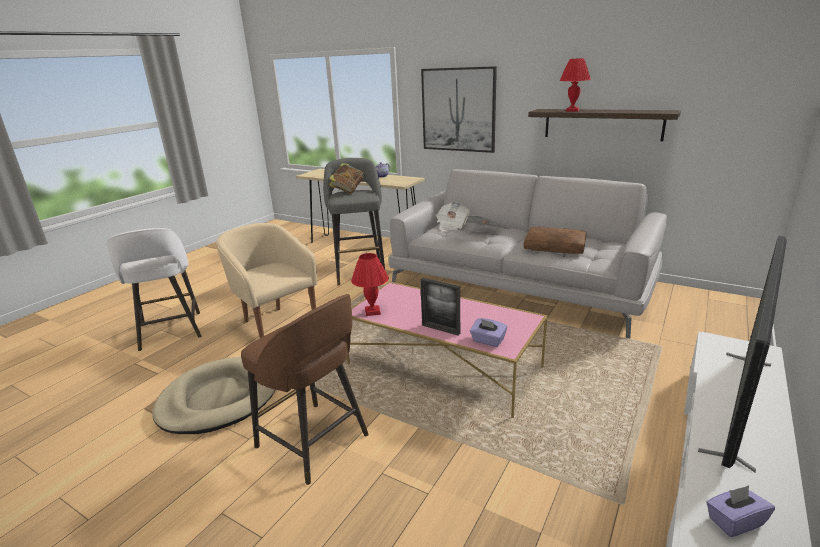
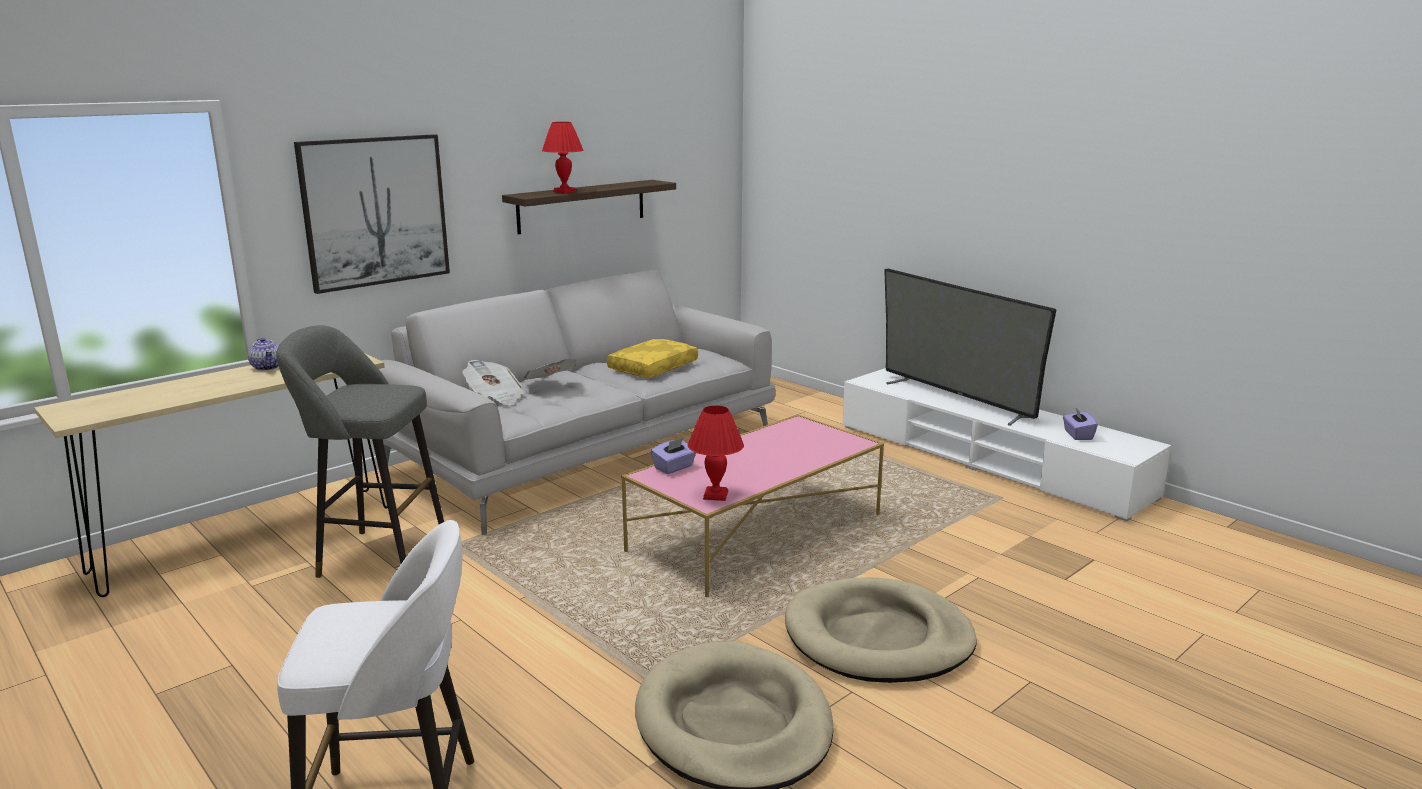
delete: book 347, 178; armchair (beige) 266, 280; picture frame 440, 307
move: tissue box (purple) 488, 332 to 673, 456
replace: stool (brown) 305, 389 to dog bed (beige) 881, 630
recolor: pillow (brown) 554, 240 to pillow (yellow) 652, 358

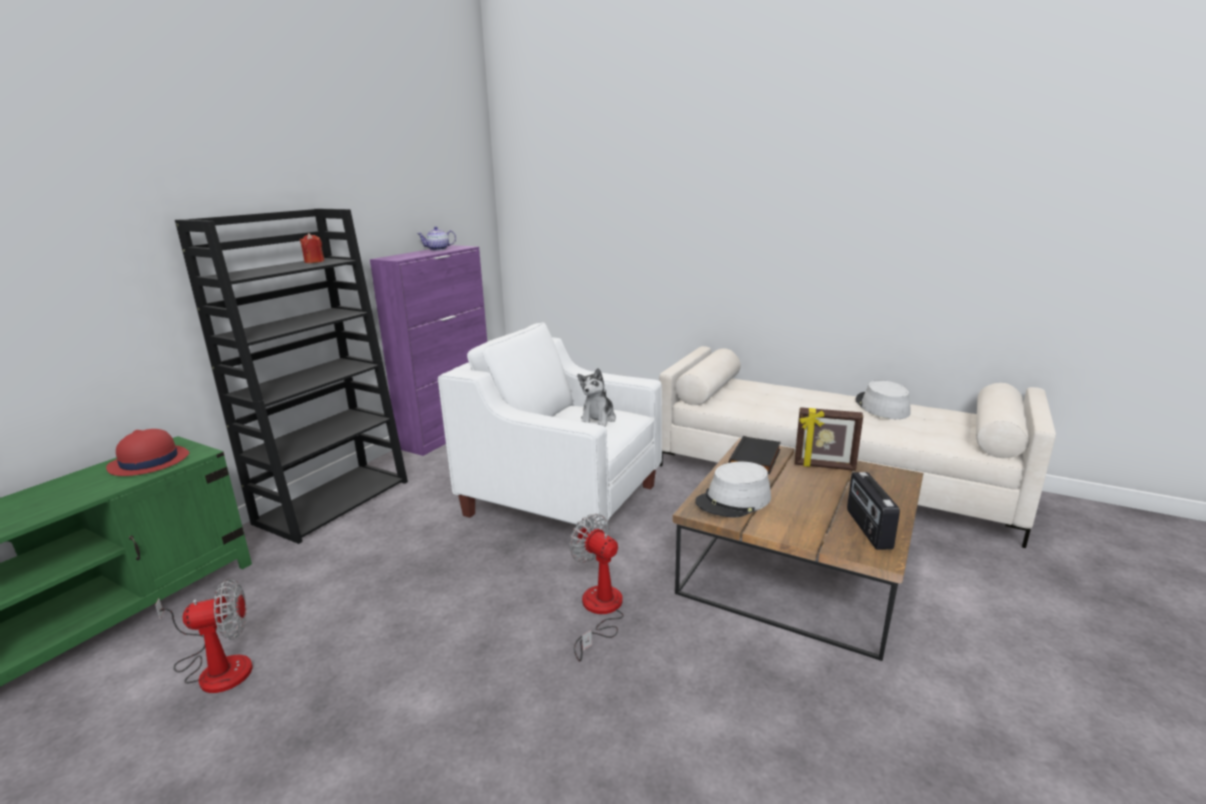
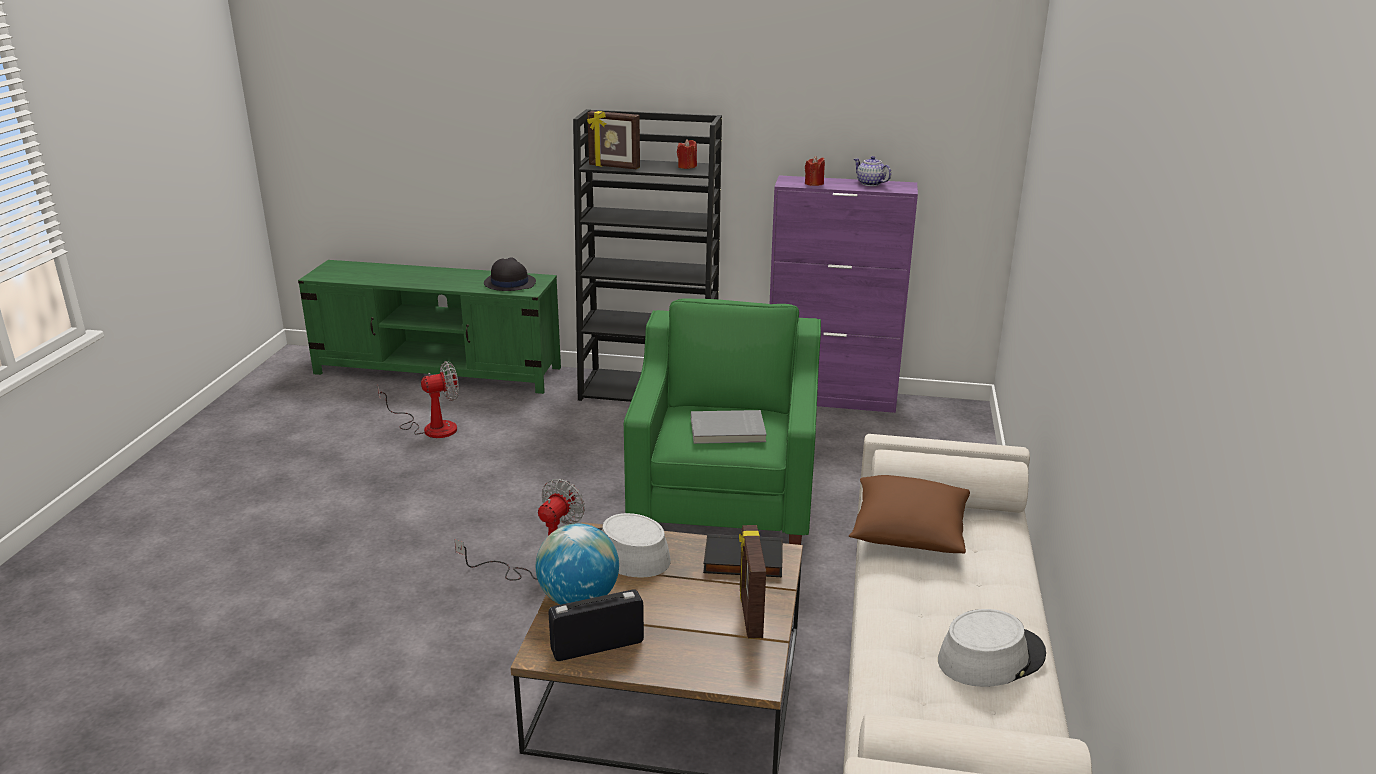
insert: picture frame 613, 140; candle (red) 815, 171; pillow (brown) 909, 514; globe 577, 564
replace: plush toy 597, 397 to book (grey) 729, 427
recolor: armchair (white) 550, 426 to armchair (green) 722, 421; hat (red) 147, 452 to hat (black) 510, 274
rotate: fan 204, 636 = 418, 399 75 degrees counterclockwise

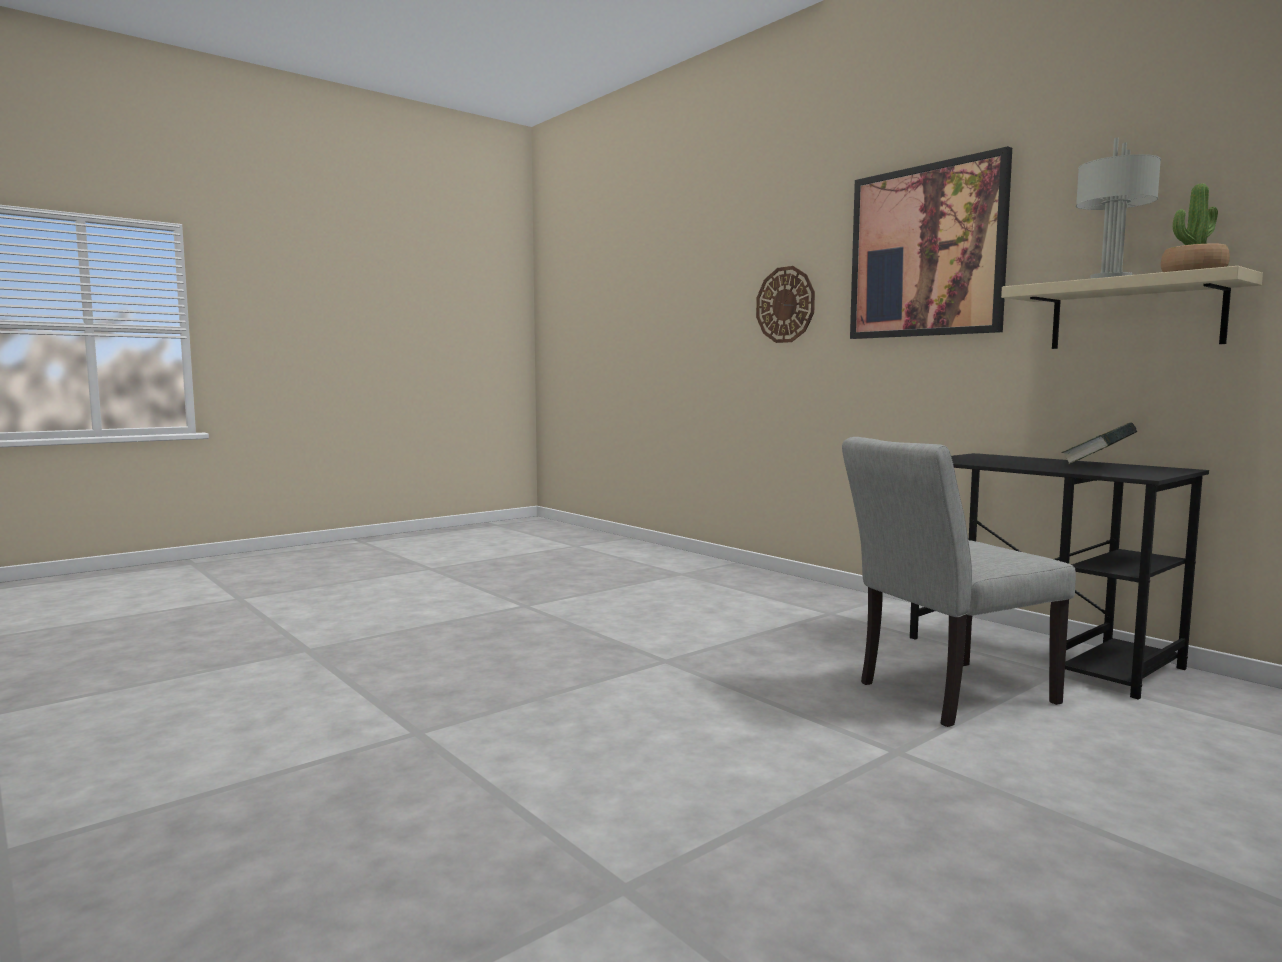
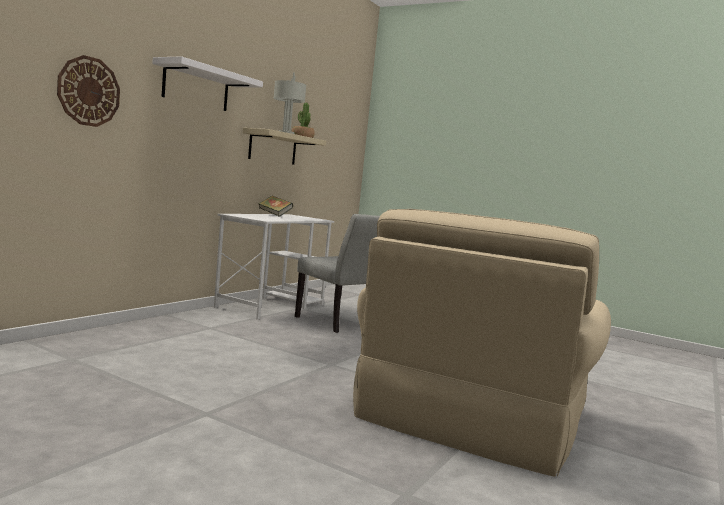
insert: armchair (beige) 482, 343
replace: picture 931, 242 to shelf (white) 207, 83
recolor: desk (black) 1059, 576 to desk (white) 274, 267

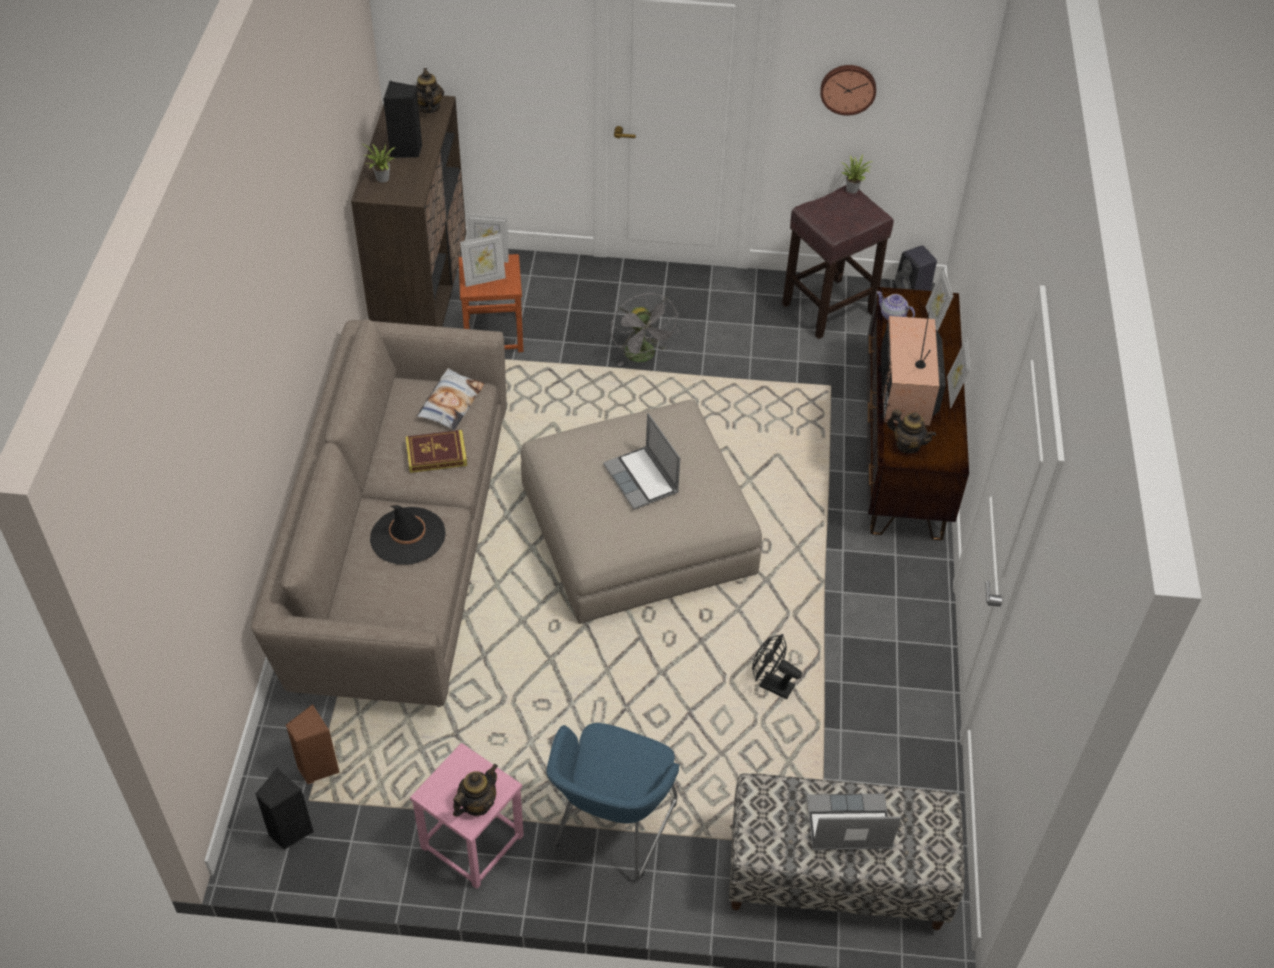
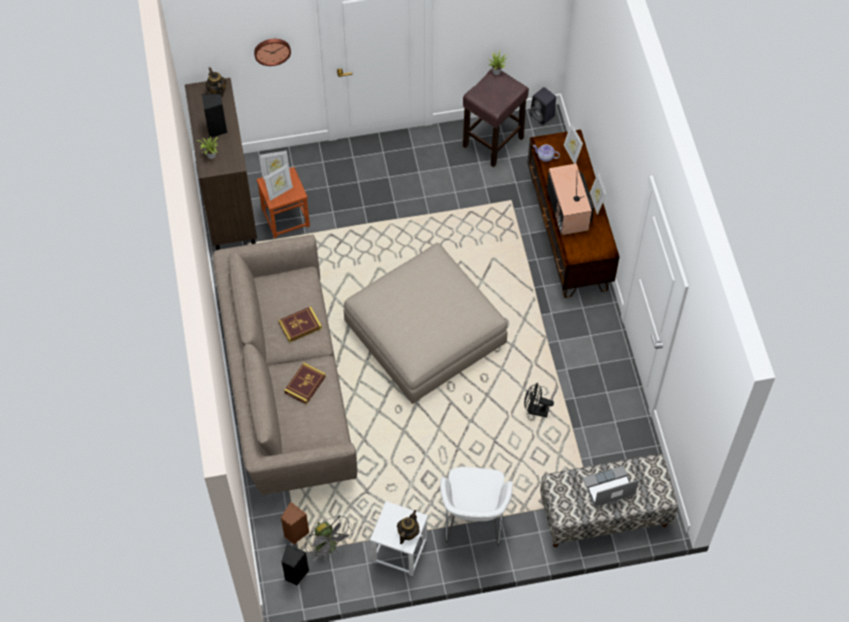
delete: pillow 450, 399; teapot 911, 431; laptop 641, 461
move: wall clock 848, 90 to 272, 52; fan (grey) 644, 329 to 329, 538
replace: hat (black) 408, 535 to book 305, 384
recolor: armchair (blue) 613, 801 to armchair (white) 476, 506; stool (pink) 467, 816 to stool (white) 399, 538

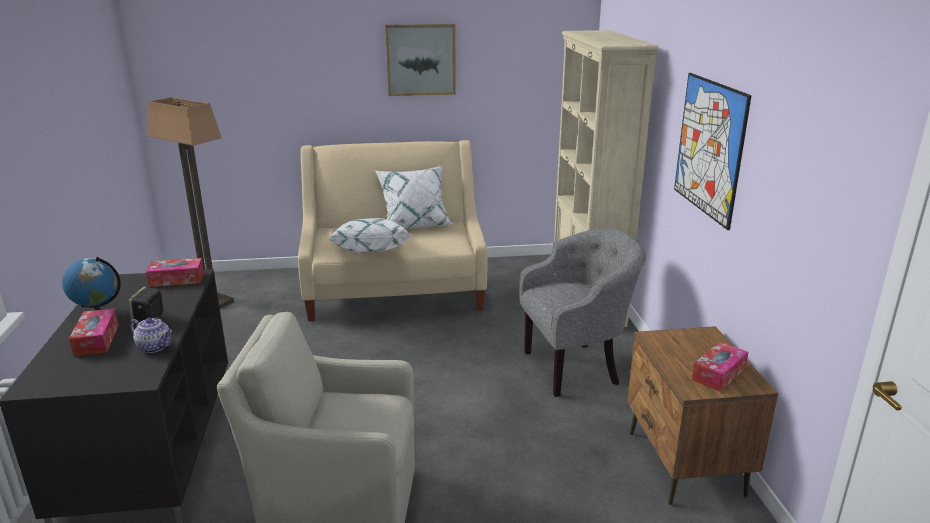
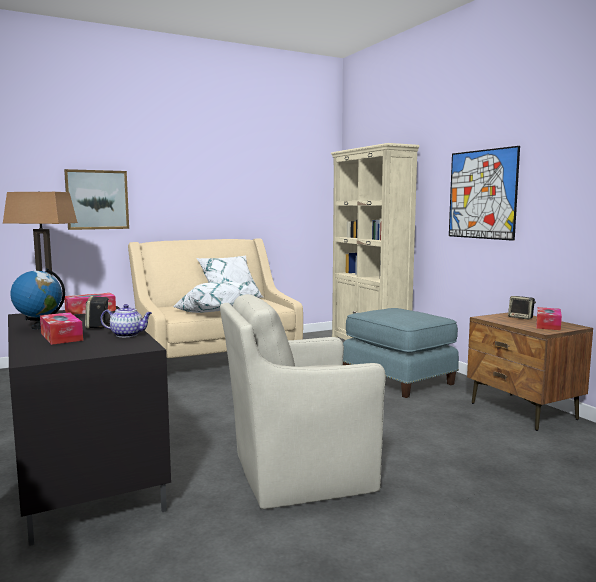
insert: speaker 522, 307
move: picture 420, 60 to 96, 199
replace: armchair (grey) 582, 312 to ottoman (blue) 401, 353

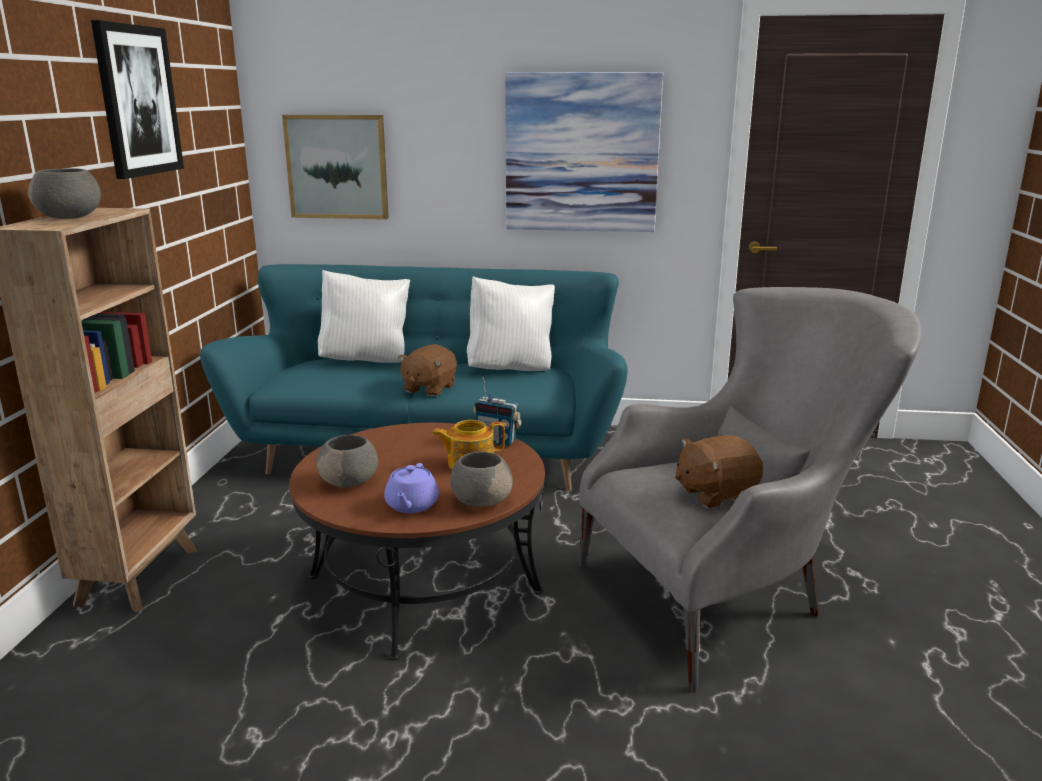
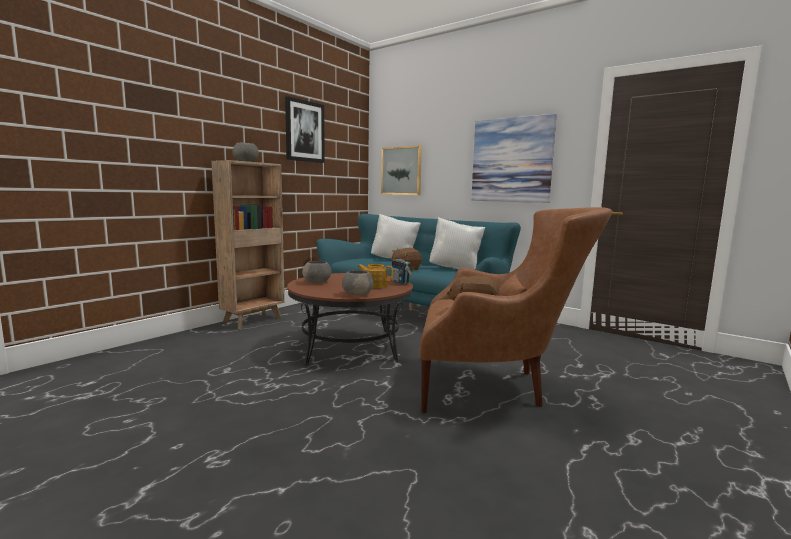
delete: teapot (purple) 411, 488
recolor: armchair (grey) 750, 490 to armchair (brown) 516, 310

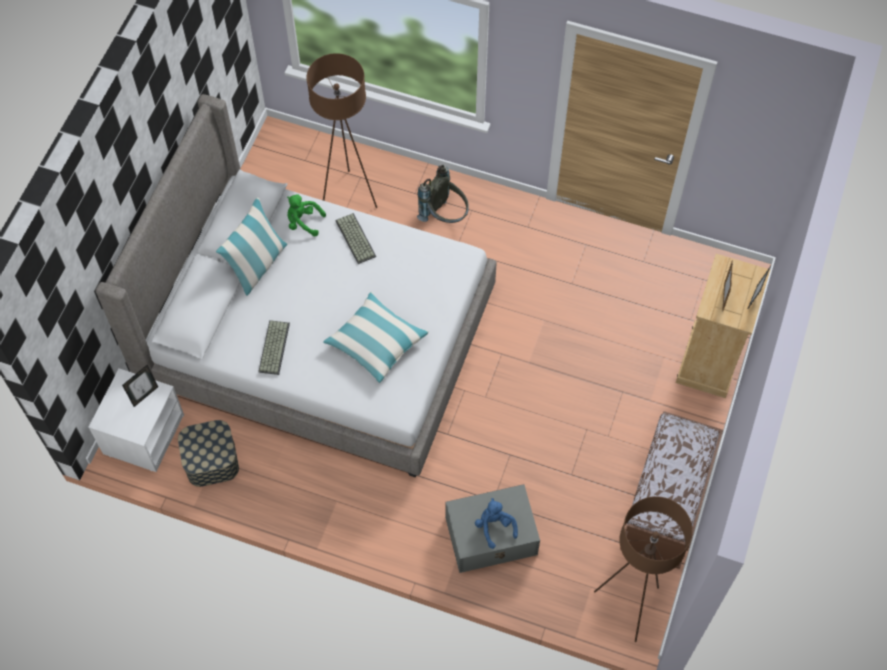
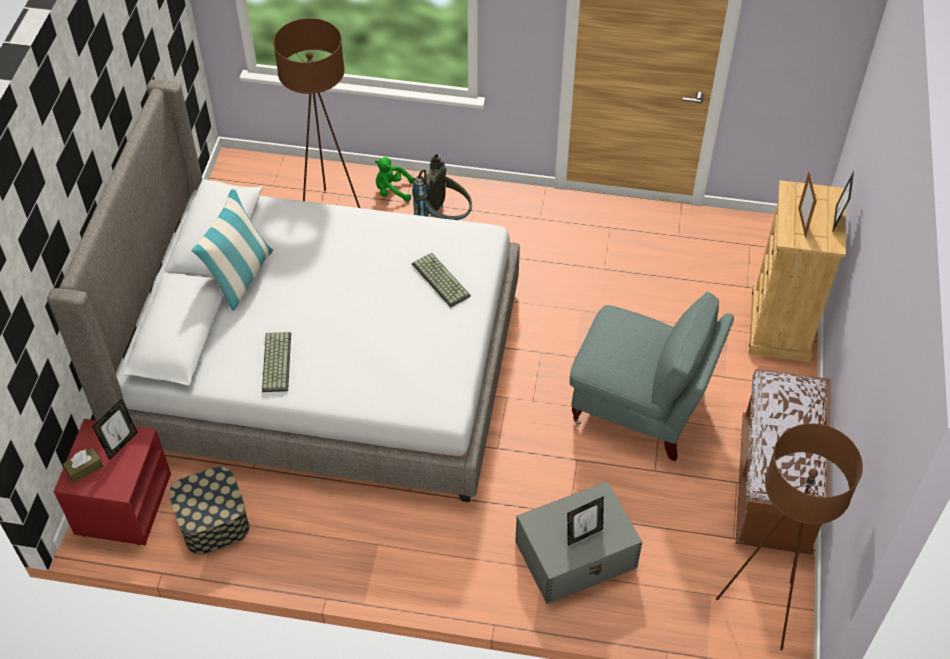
delete: pillow 376, 337
insert: armchair (grey) 651, 376; tissue box (brown) 83, 465
move: plush toy (green) 306, 215 to 394, 179; keyboard 356, 238 to 441, 280
replace: plush toy (blue) 496, 523 to picture frame 585, 521
recolor: nightstand (white) 136, 420 to nightstand (red) 112, 482

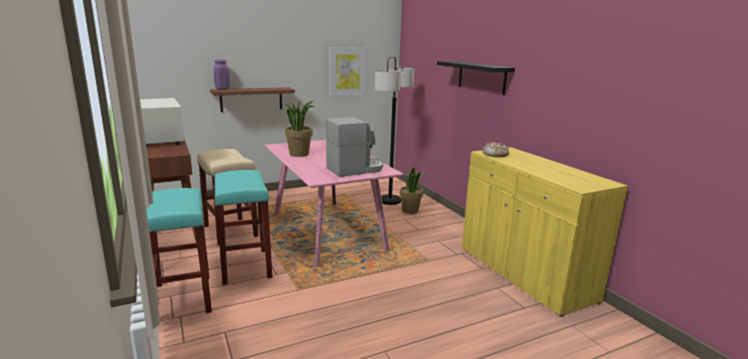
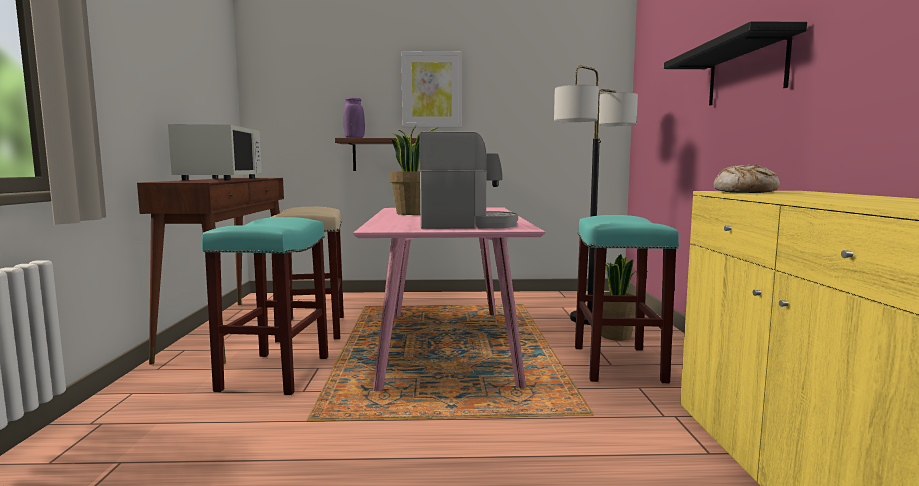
move: picture 347, 72 to 431, 89; stool (turquoise) 179, 250 to 627, 299

